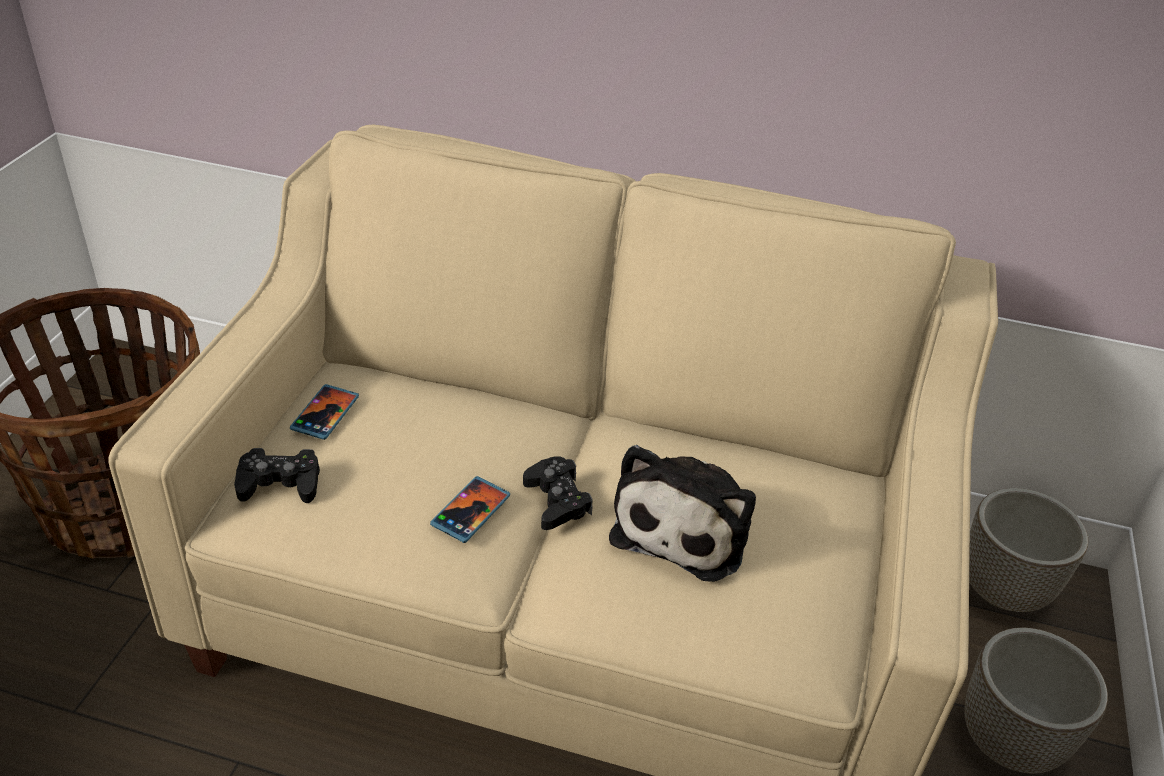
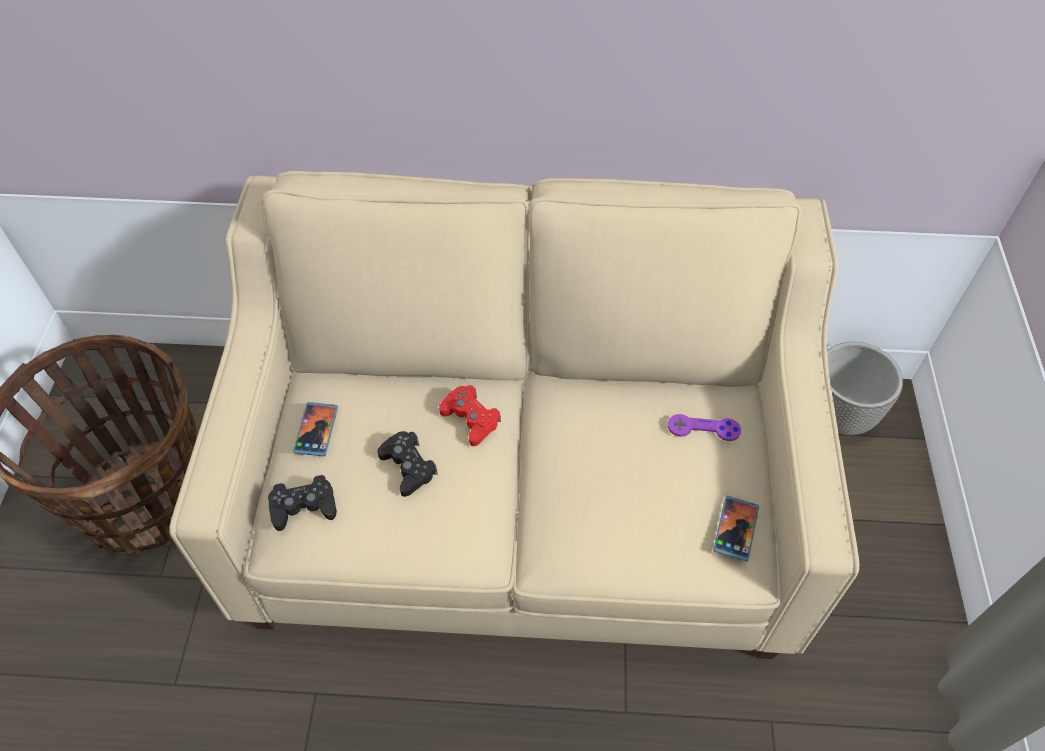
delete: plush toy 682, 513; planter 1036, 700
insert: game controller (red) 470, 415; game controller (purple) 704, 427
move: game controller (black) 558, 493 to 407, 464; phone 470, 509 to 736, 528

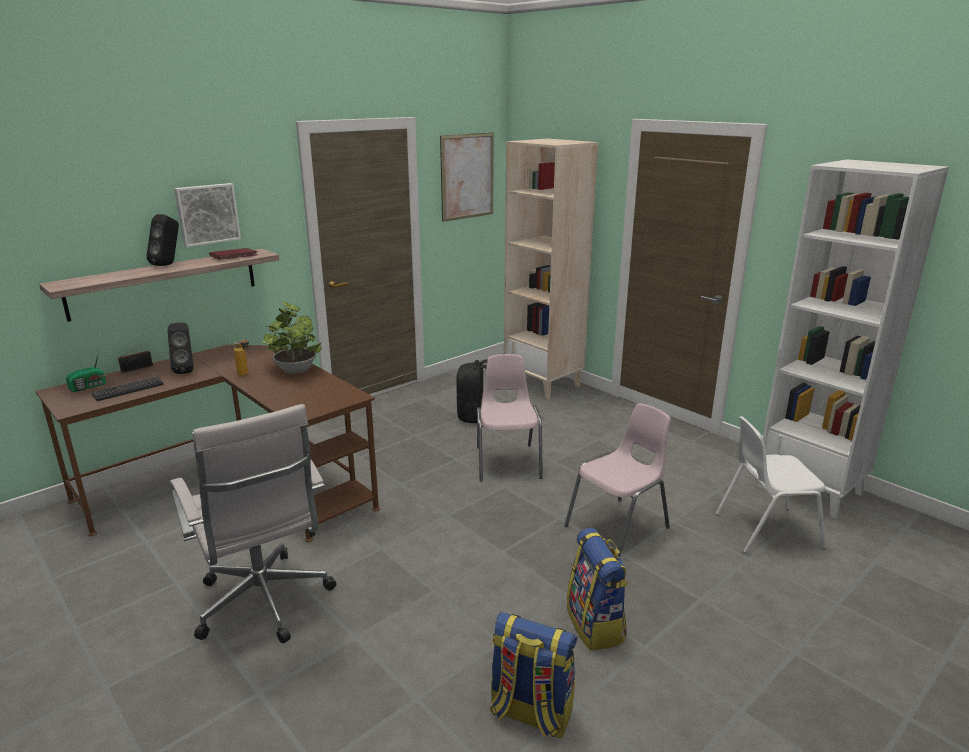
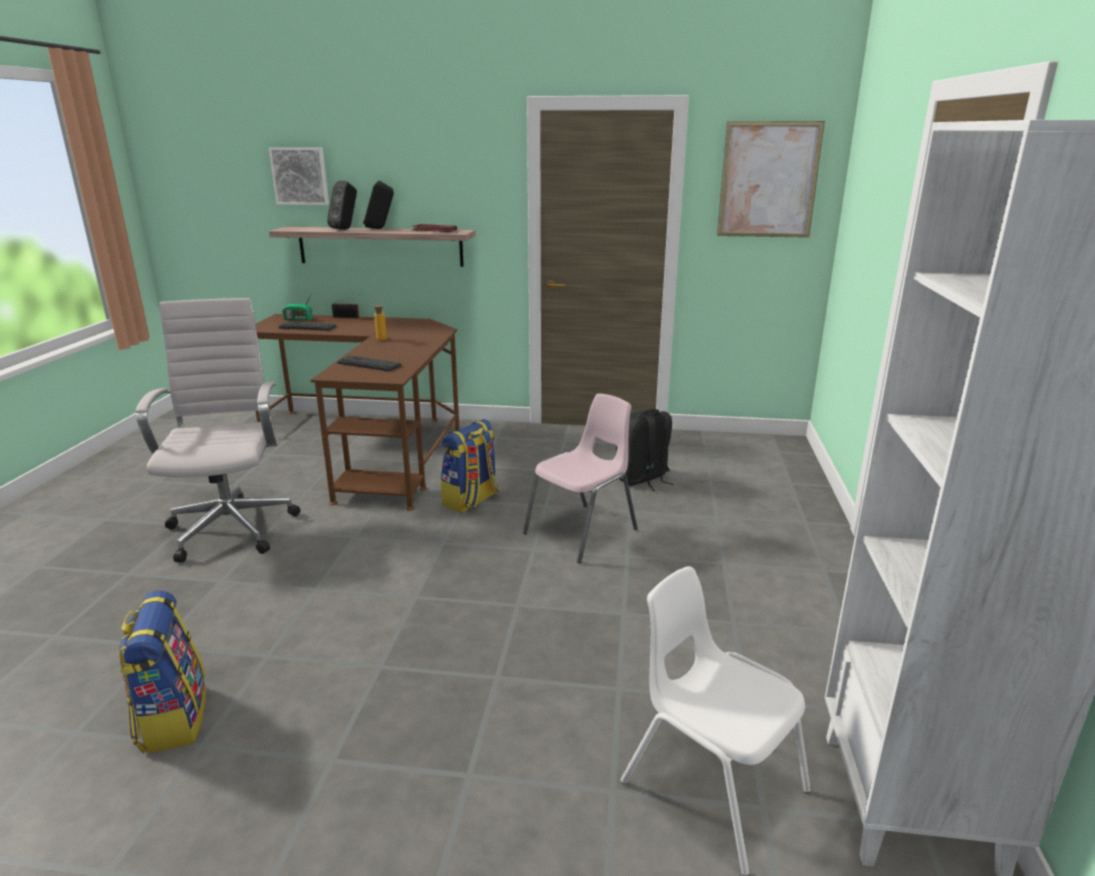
delete: bookcase (beige) 551, 269; potted plant 291, 337; chair (pink) 618, 480
insert: keyboard 369, 363
move: picture 207, 215 to 299, 176; speaker (black) 181, 348 to 342, 205; backpack 597, 589 to 470, 466
rotate: office chair (white) 253, 523 = 217, 430 150 degrees clockwise

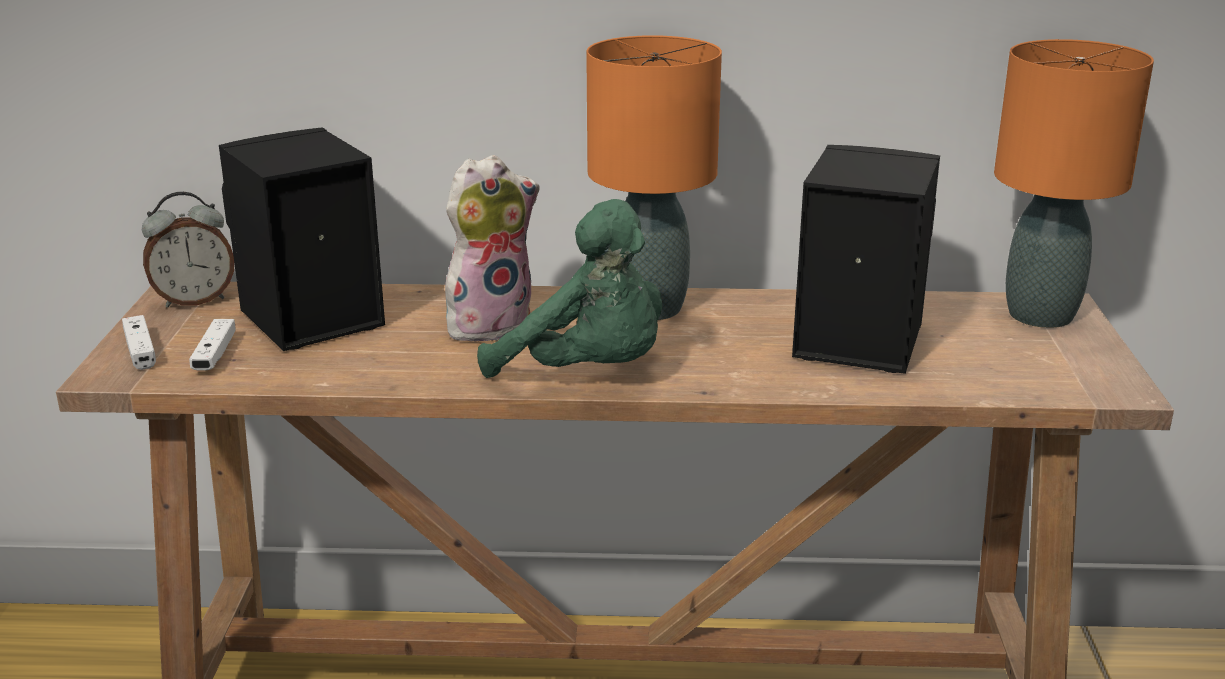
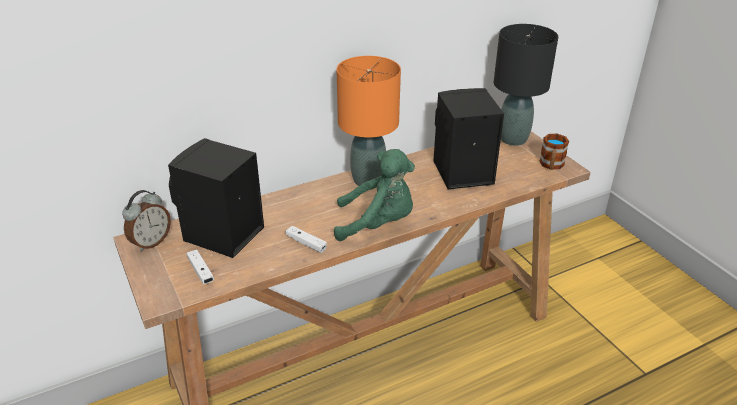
delete: plush toy 492, 248
insert: mug 554, 152
move: game controller (white) 139, 342 to 306, 239
recolor: table lamp (orange) 1074, 183 to table lamp (black) 526, 85

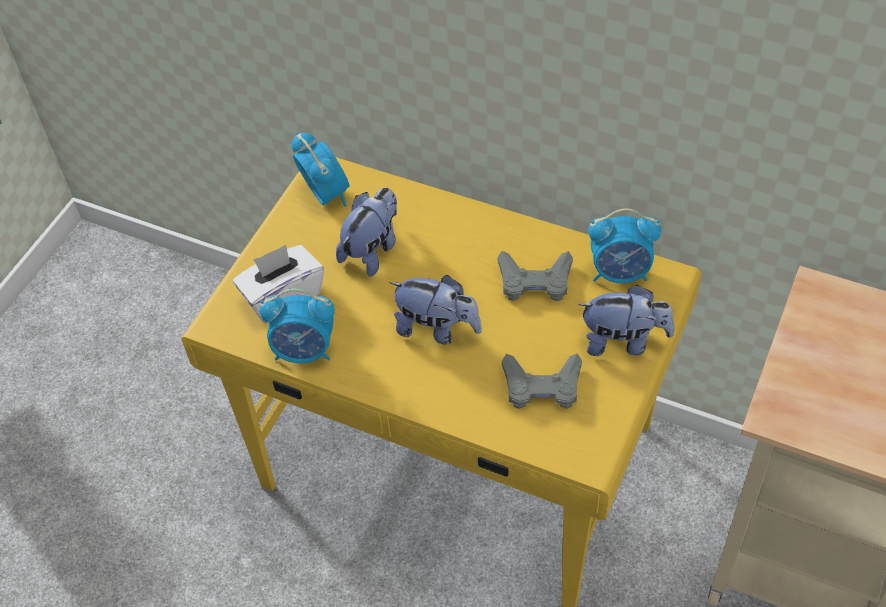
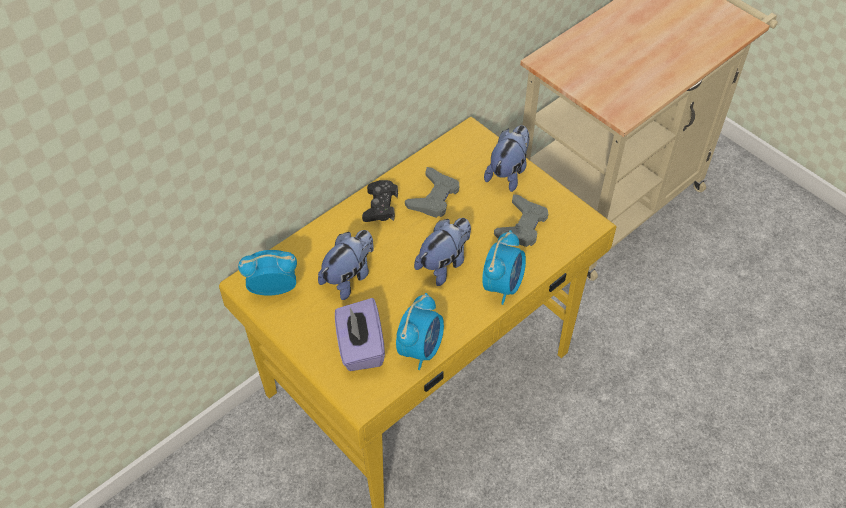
insert: game controller (black) 380, 201
move: alarm clock 624, 245 to 504, 267
recolor: tissue box (white) 278, 284 to tissue box (purple) 360, 334
rotate: plush toy 366, 232 = 346, 265 75 degrees clockwise

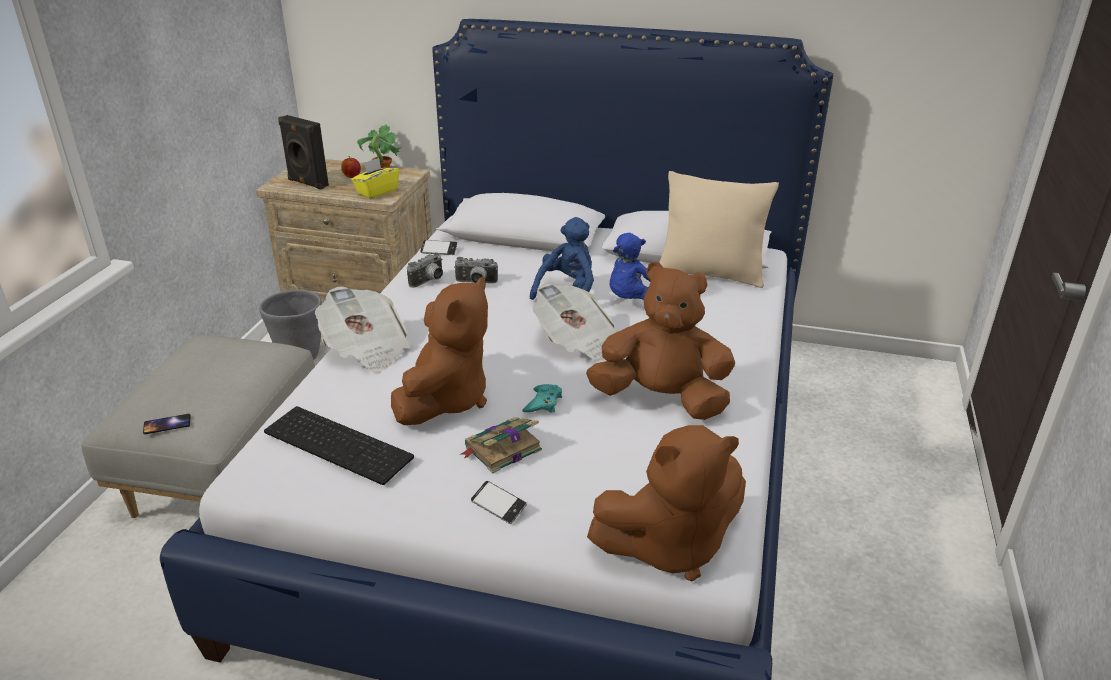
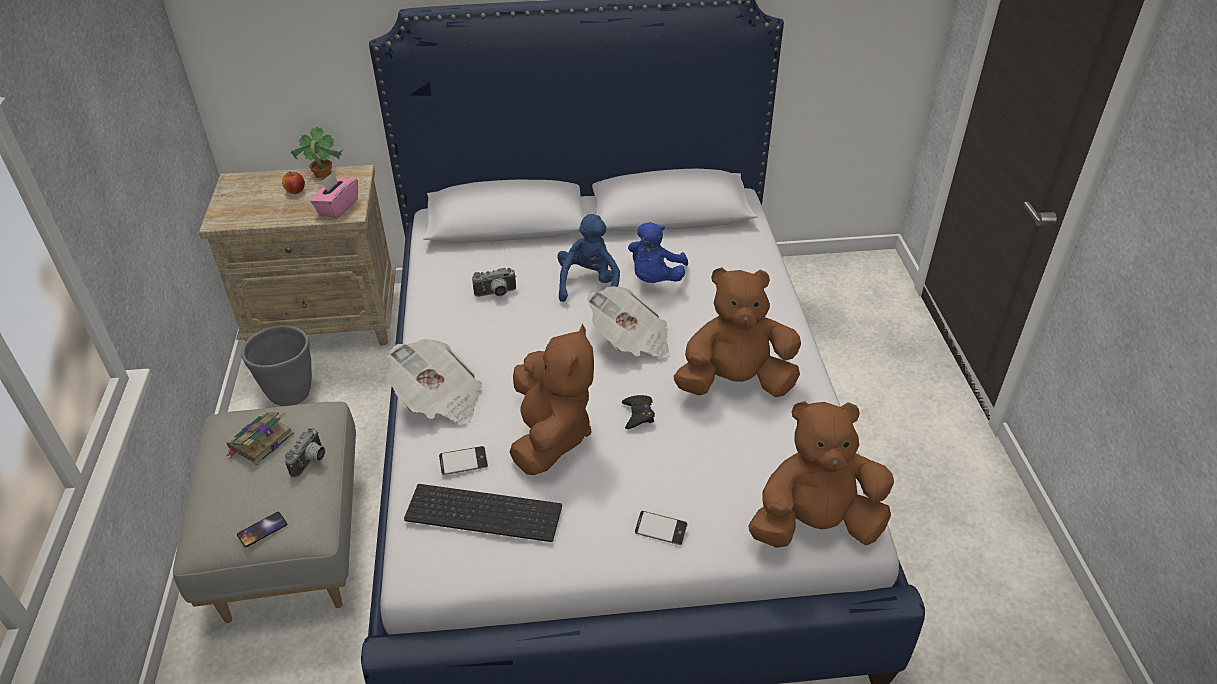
delete: speaker (black) 303, 152; pillow (beige) 719, 229
move: phone 439, 247 to 463, 460; photo camera 425, 270 to 304, 453; book 501, 445 to 260, 438
recolor: tissue box (yellow) 375, 178 to tissue box (pink) 334, 195; game controller (turquoise) 542, 398 to game controller (black) 638, 412
rotate: plush toy (brown) 666, 503 = 821, 474 150 degrees counterclockwise

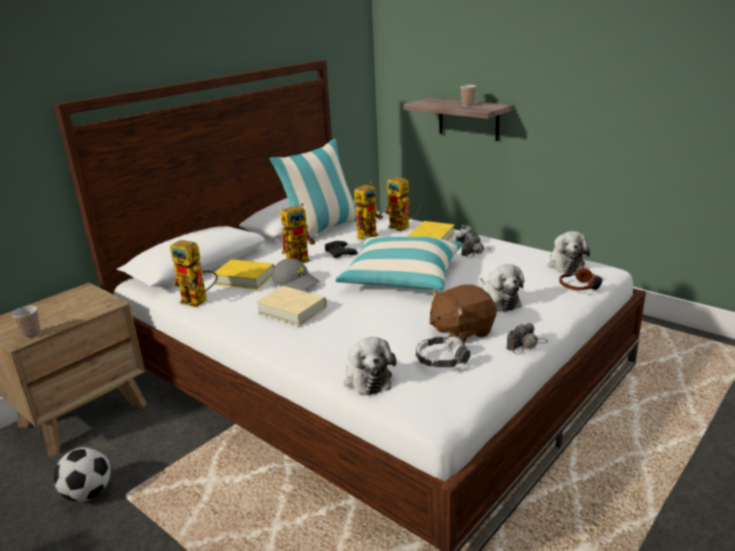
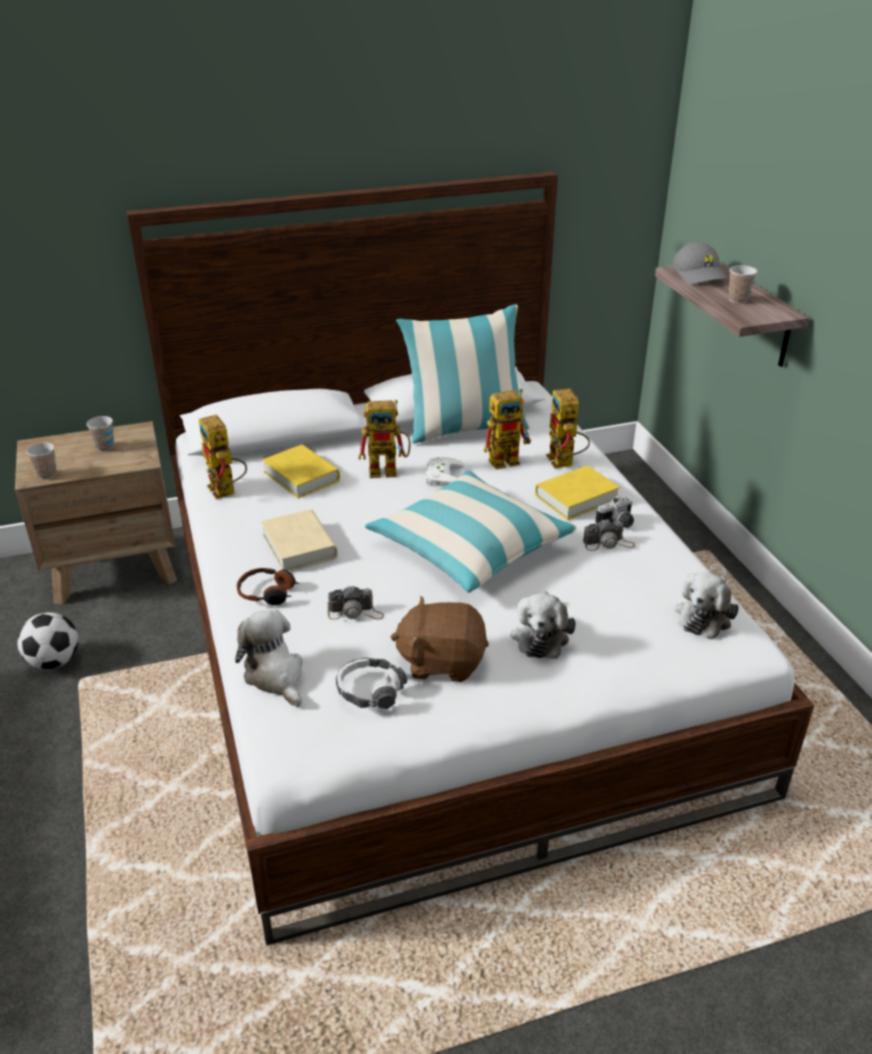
insert: cup 100, 434
move: cap (grey) 295, 274 to 701, 263; headphones 581, 279 to 268, 586; photo camera 527, 338 to 356, 602
recolor: game controller (black) 341, 249 to game controller (white) 445, 471
rotate: plush toy 370, 366 = 269, 658 135 degrees clockwise

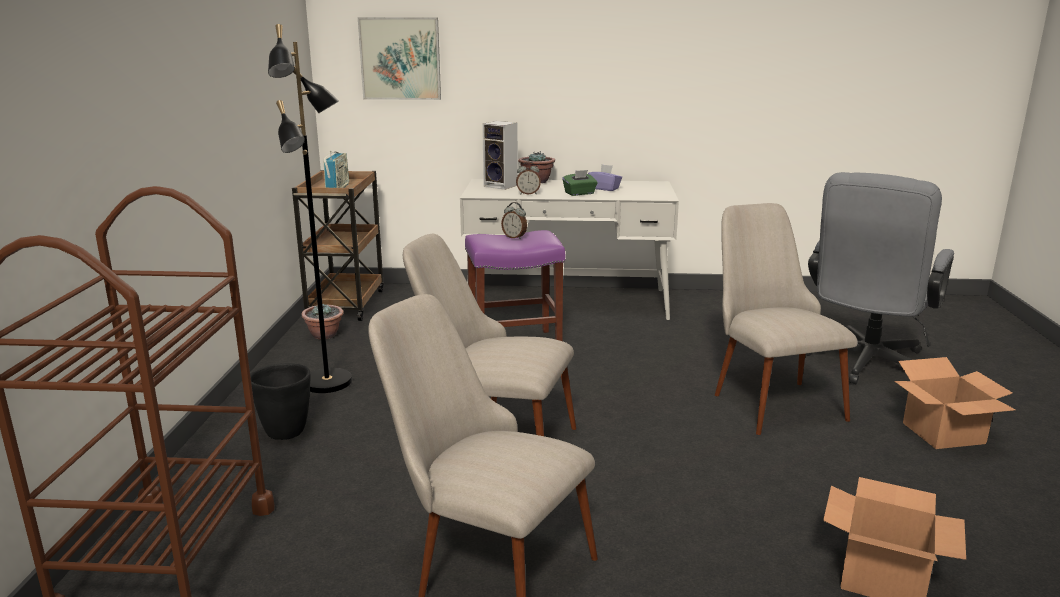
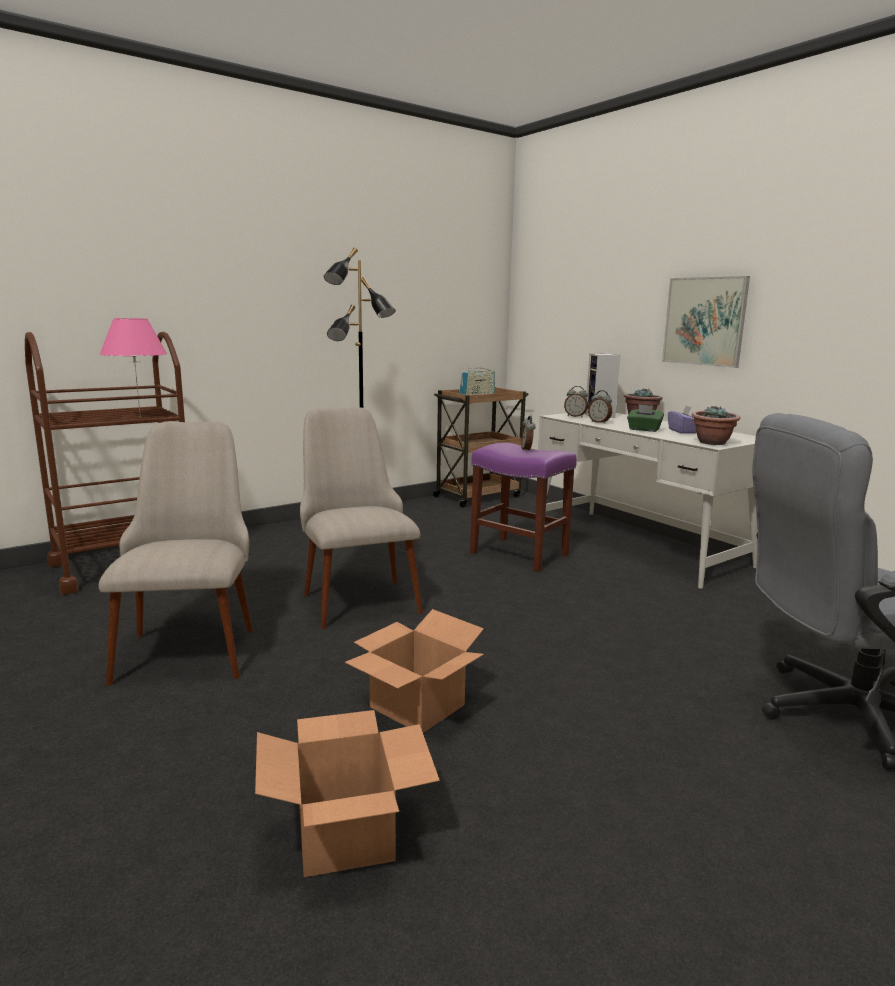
delete: chair (beige) 786, 319; planter (black) 280, 401
insert: table lamp (pink) 133, 368; alarm clock 576, 401
move: picture 399, 58 to 706, 322; potted plant 322, 321 to 716, 425; cardboard box 955, 403 to 414, 671

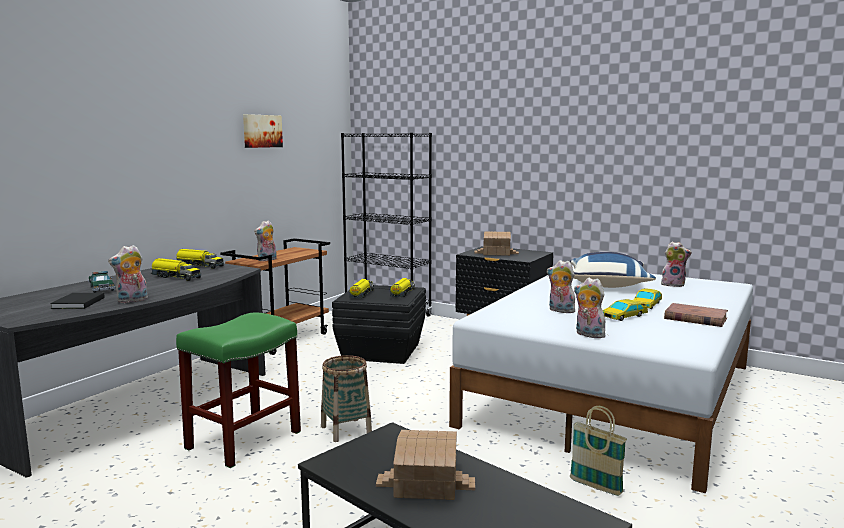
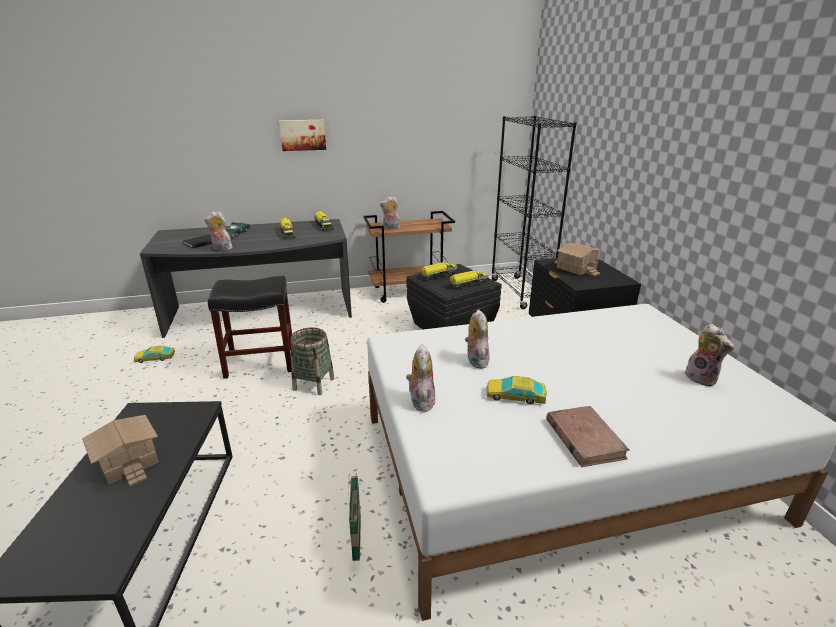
delete: pillow (blue) 613, 270
move: picture 263, 131 to 302, 135; toy car 647, 298 to 154, 354
recolor: stool (green) 238, 390 to stool (black) 250, 327

